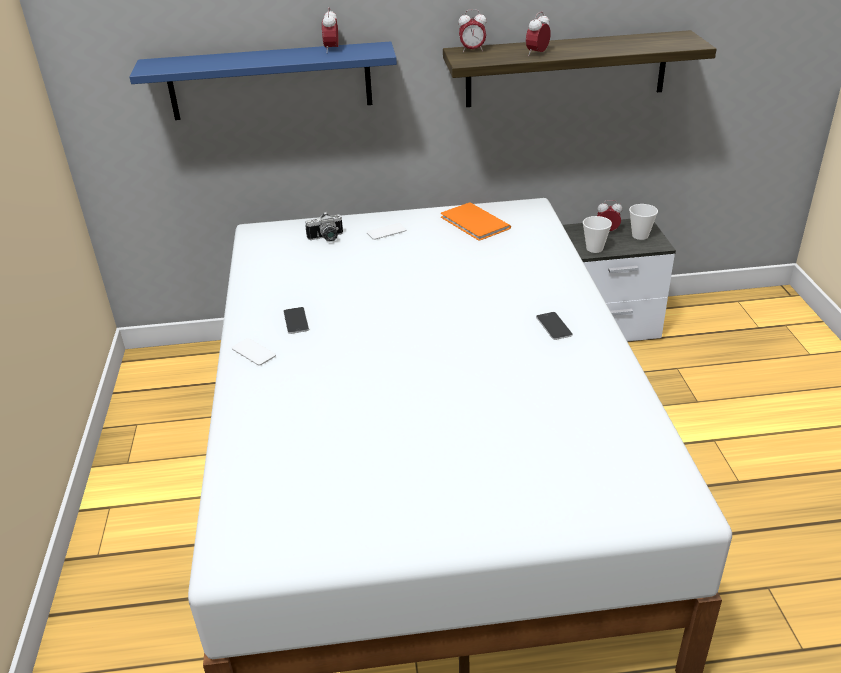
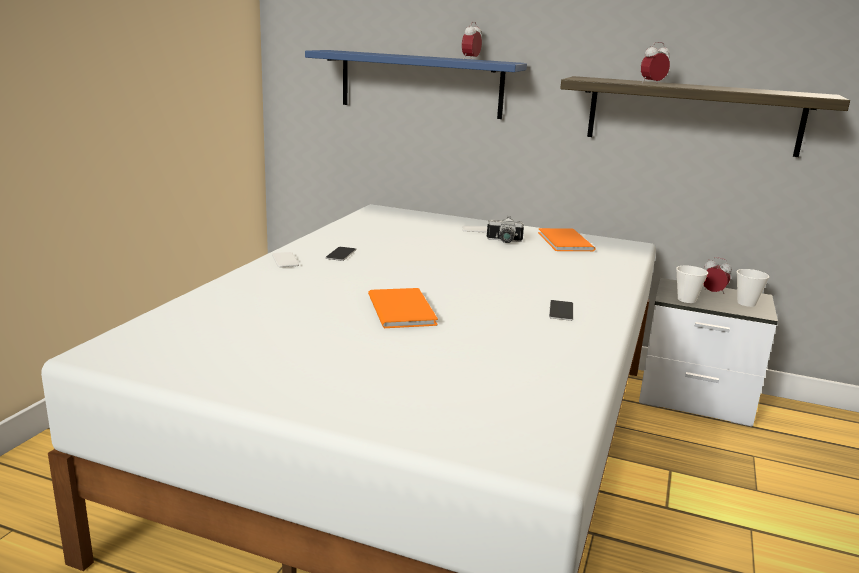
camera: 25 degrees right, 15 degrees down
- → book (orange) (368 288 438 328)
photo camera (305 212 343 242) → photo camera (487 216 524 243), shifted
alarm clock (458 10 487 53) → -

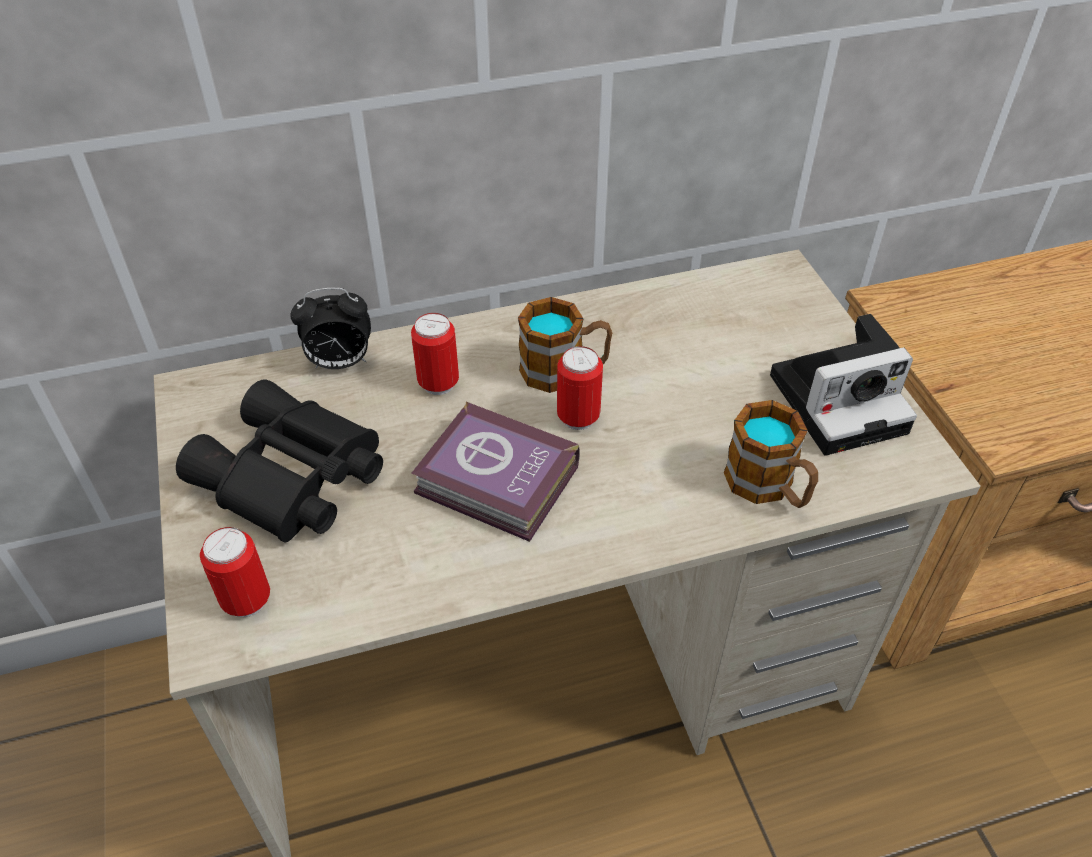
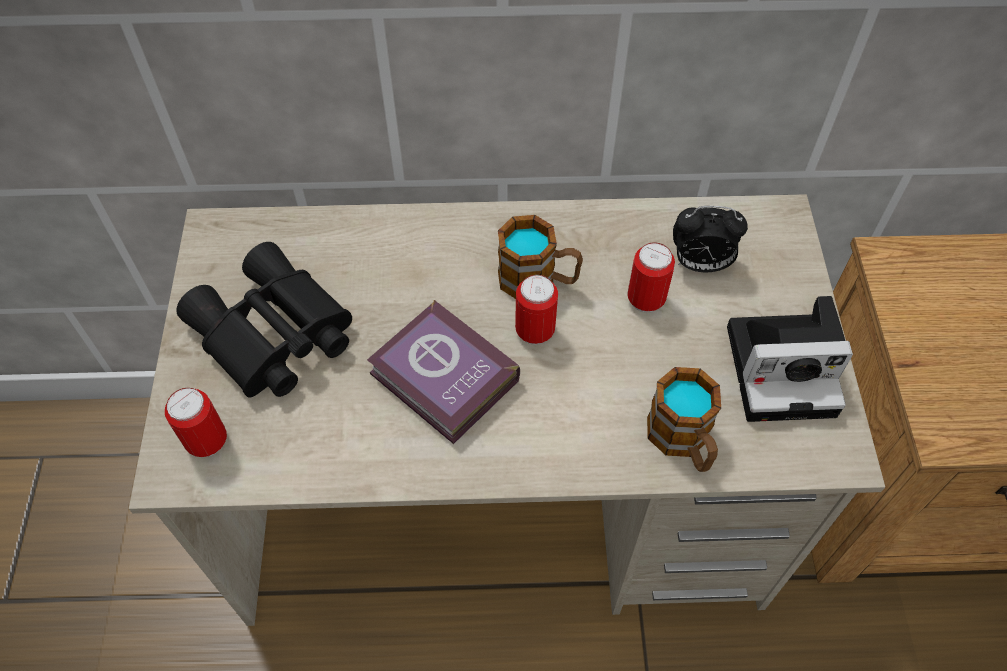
camera: 15 degrees right, 10 degrees up
can (411 313 459 395) → can (627 242 675 312), shifted
alarm clock (290 287 371 369) → alarm clock (673 206 748 272), shifted

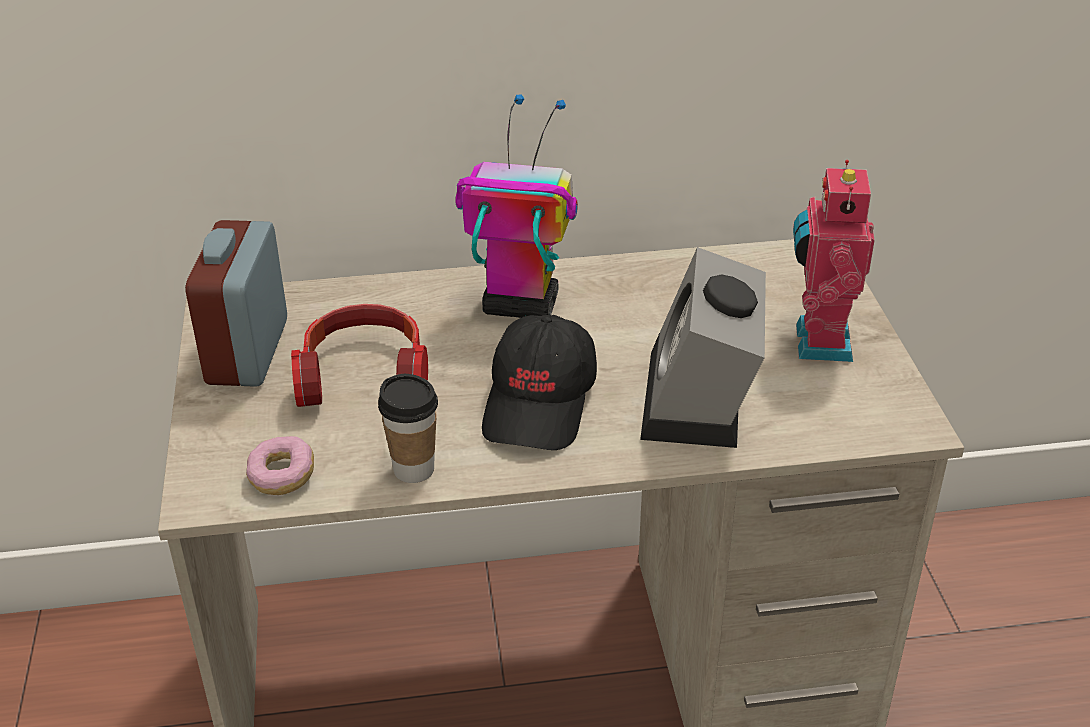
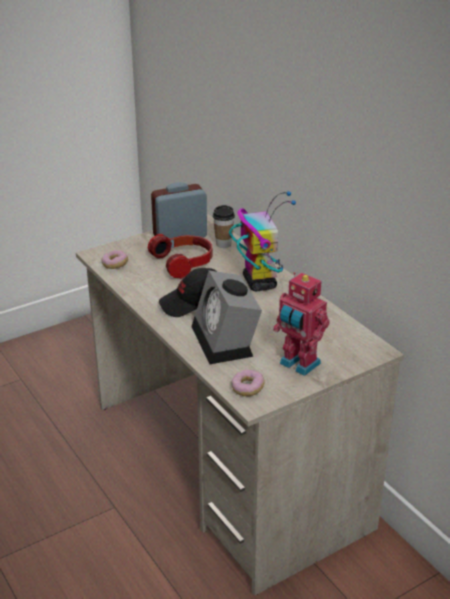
camera: 65 degrees right, 5 degrees down
alarm clock (640 247 766 448) → alarm clock (192 270 262 364), 90 degrees counterclockwise
cup (378 374 438 483) → cup (213 205 235 248), shifted
- → donut (231 370 265 396)
toy robot (793 160 875 362) → toy robot (273 272 330 376), 120 degrees counterclockwise

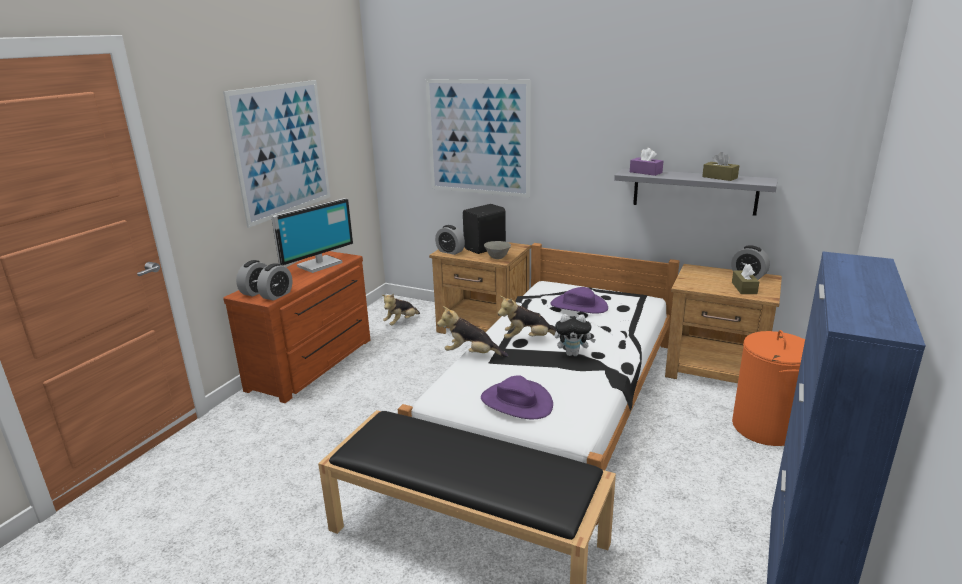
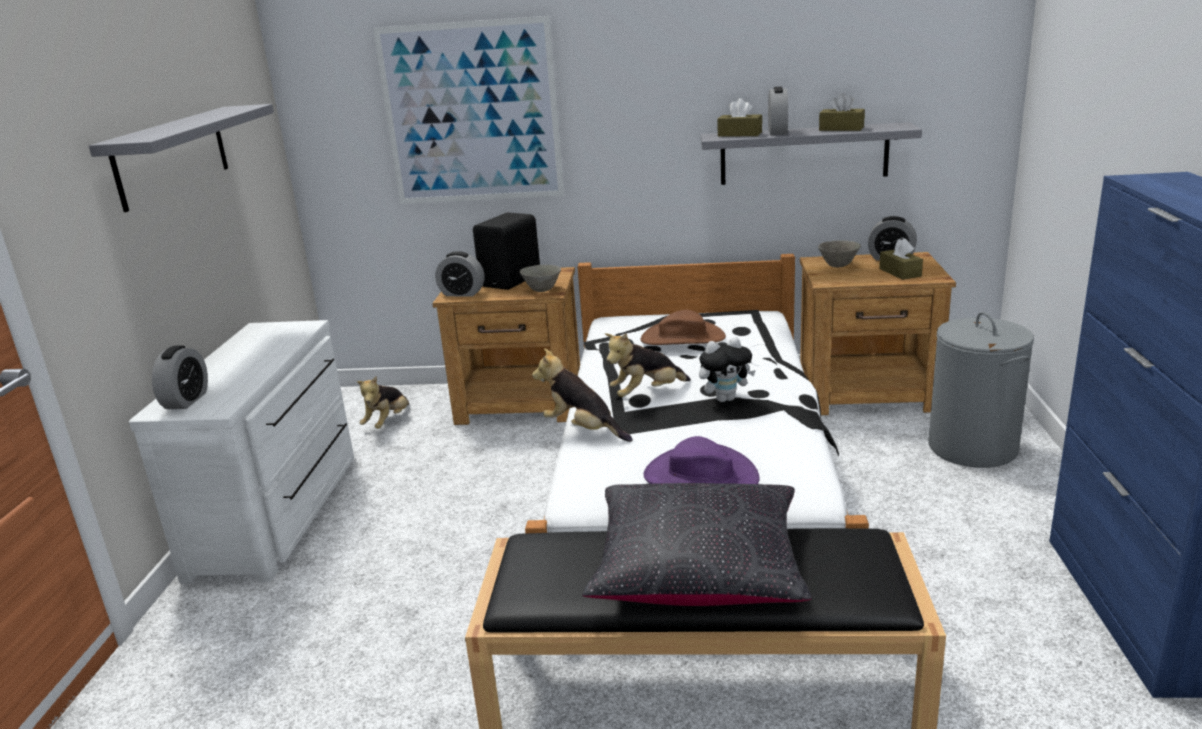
camera: 20 degrees left, 0 degrees up
picture (223 80 330 228) → shelf (grey) (89 104 274 212)
dresser (brown) (223 251 370 403) → dresser (white) (129 320 354 583)
plush toy (437 306 508 357) → plush toy (532 348 633 442), 45 degrees clockwise
- → pillow (black) (582 483 812 606)
hat (purple) (550 287 608 313) → hat (brown) (641 310 726 345)
tissue box (purple) (630 148 663 176) → tissue box (brown) (717 98 762 137)
alarm clock (257 263 293 301) → alarm clock (768 87 788 135), shifted
- → bowl (grey) (818 240 861 267)
laundry basket (orange) (732 330 805 446) → laundry basket (grey) (928 312 1034 468)
monitor (271 198 353 273) → -

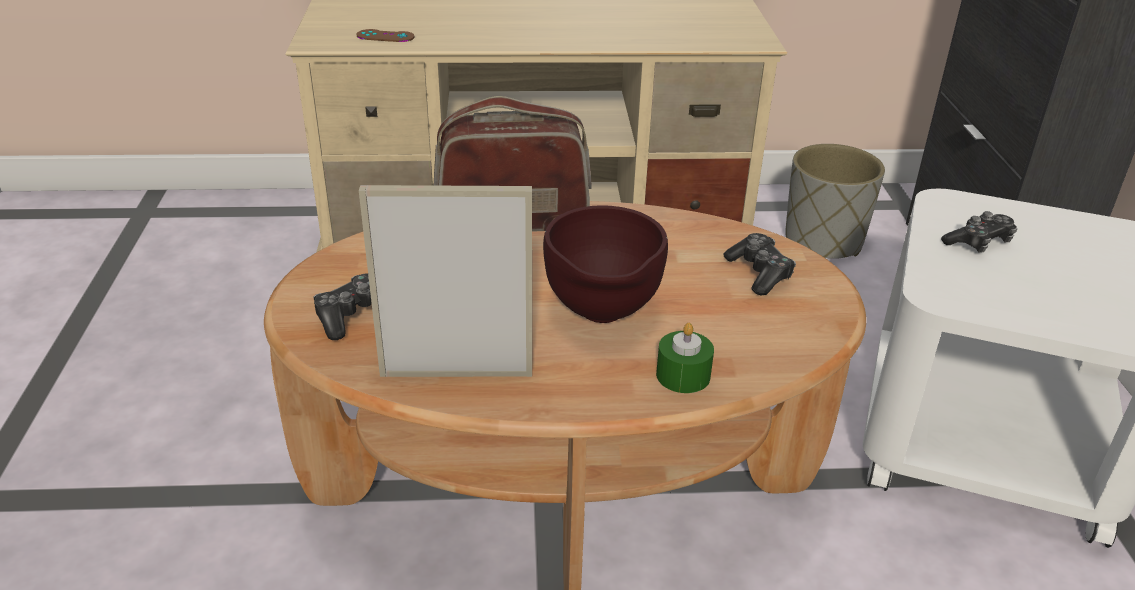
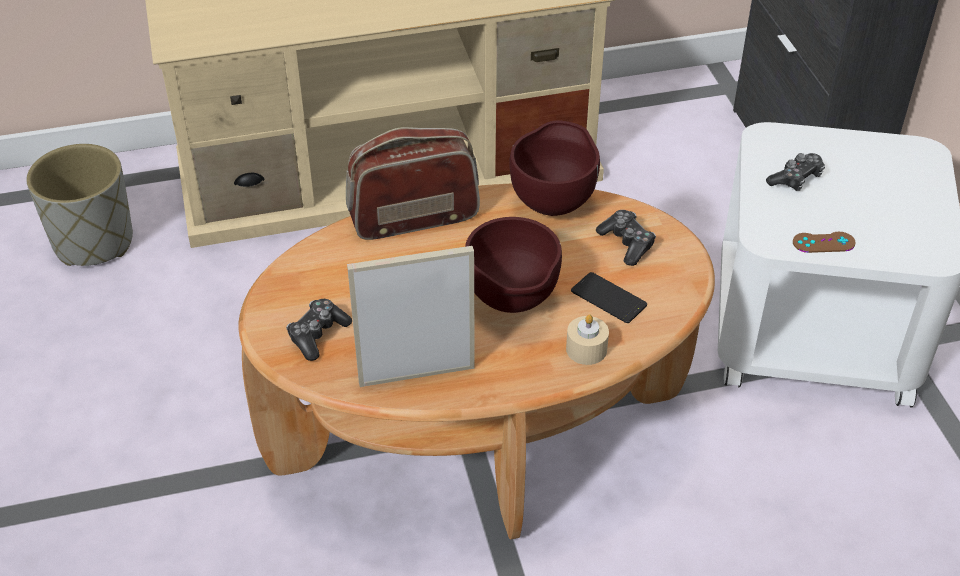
camera: 10 degrees left, 10 degrees up
planter (grey) (785 144 885 259) → planter (grey) (26 144 133 266), shifted
- → bowl (brown) (509 120 600 216)
candle (green) (656 323 714 393) → candle (beige) (566 314 609 365)
- → phone (571 272 647 323)
game controller (brown) (357 29 414 42) → game controller (brown) (793 232 856 253), shifted

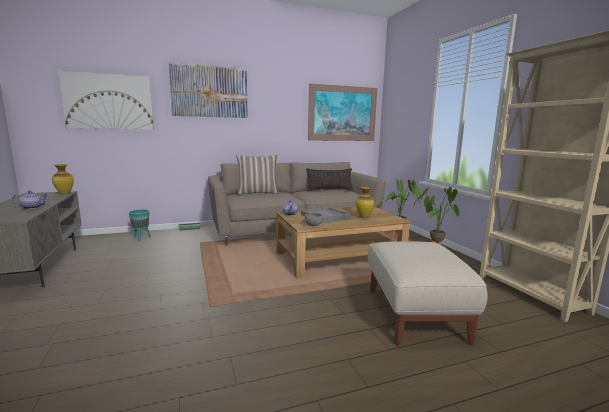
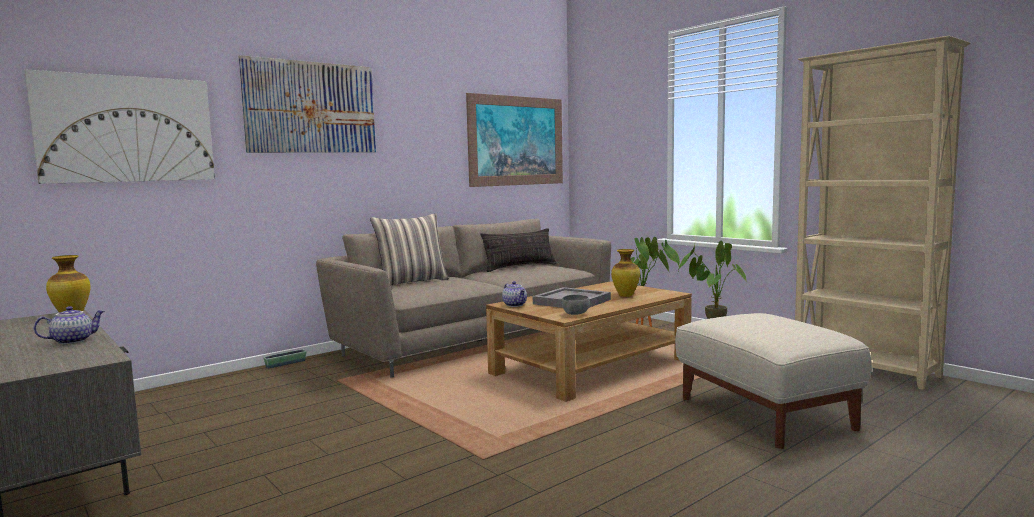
camera: 20 degrees left, 5 degrees down
planter (turquoise) (129 209 151 241) → -

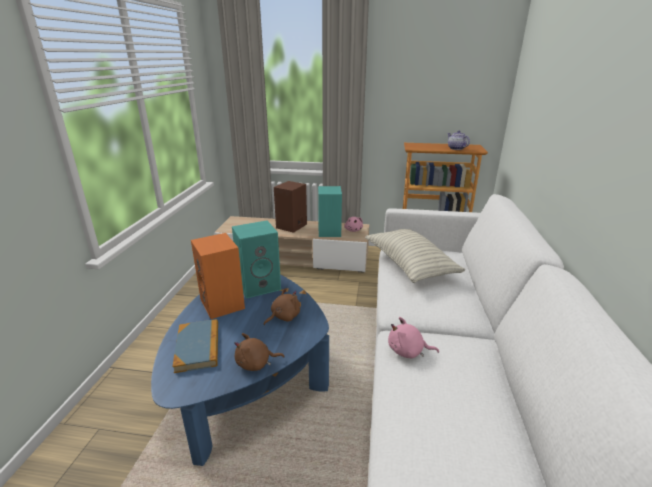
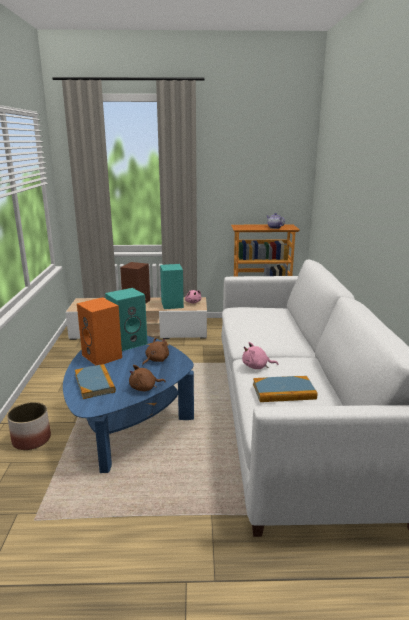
camera: 10 degrees left, 5 degrees down
- → planter (7 402 51 450)
- → book (253 376 317 402)
pillow (365 229 465 283) → -

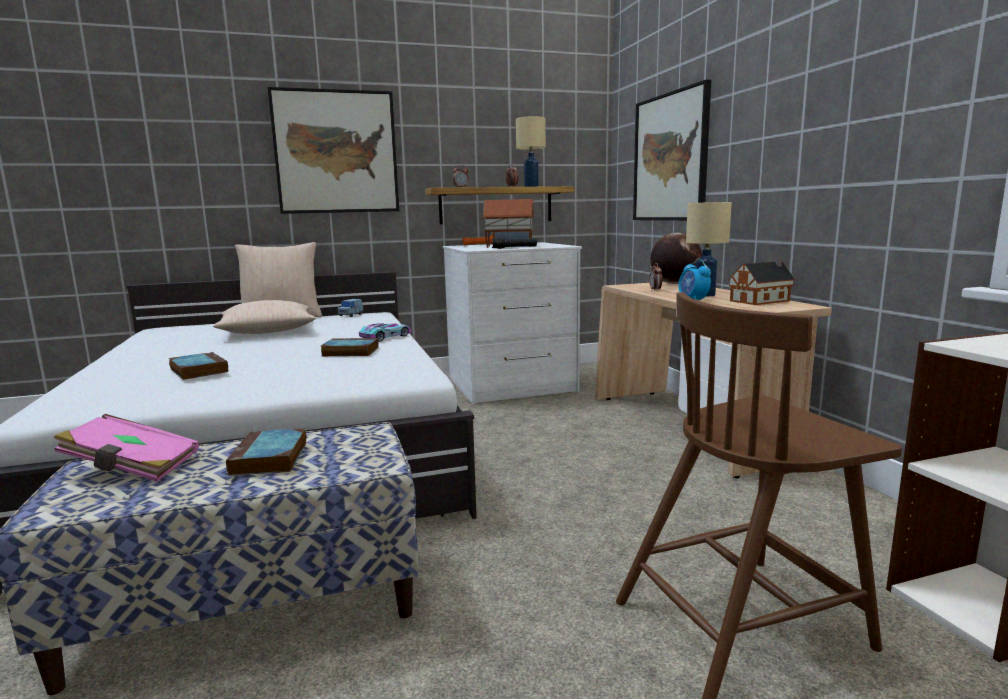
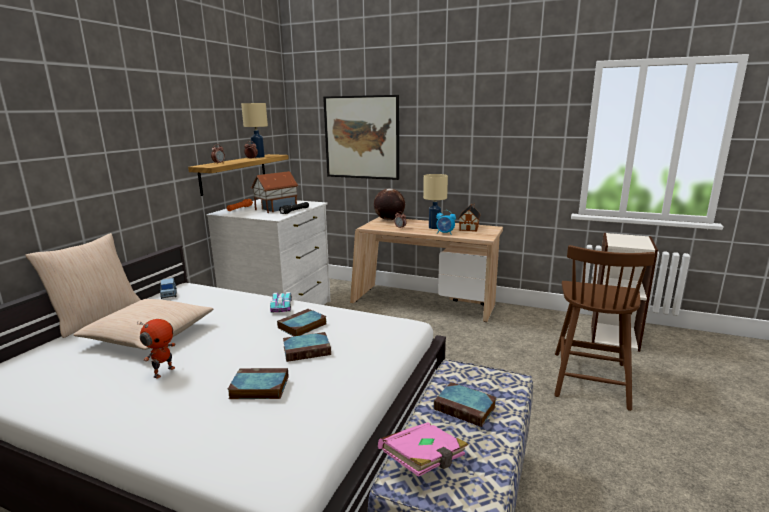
camera: 50 degrees left, 5 degrees up
- → toy robot (137 319 175 378)
- → book (283 332 331 362)
picture (268 87 399 214) → -

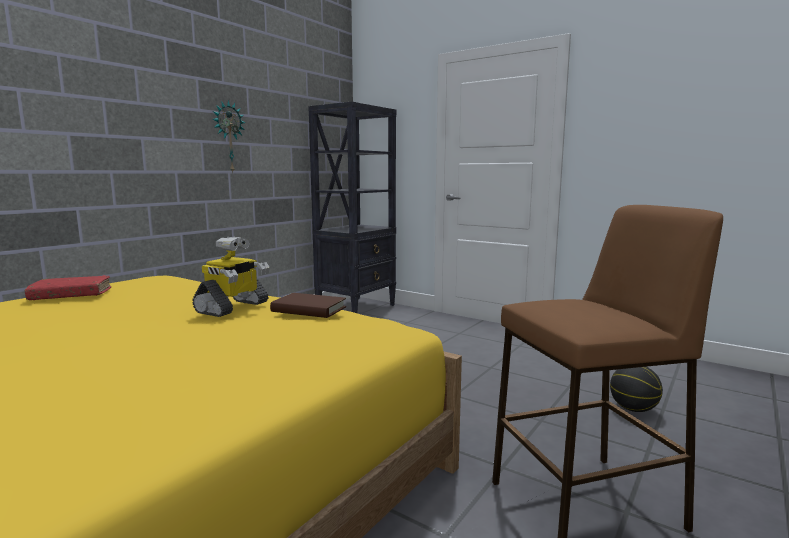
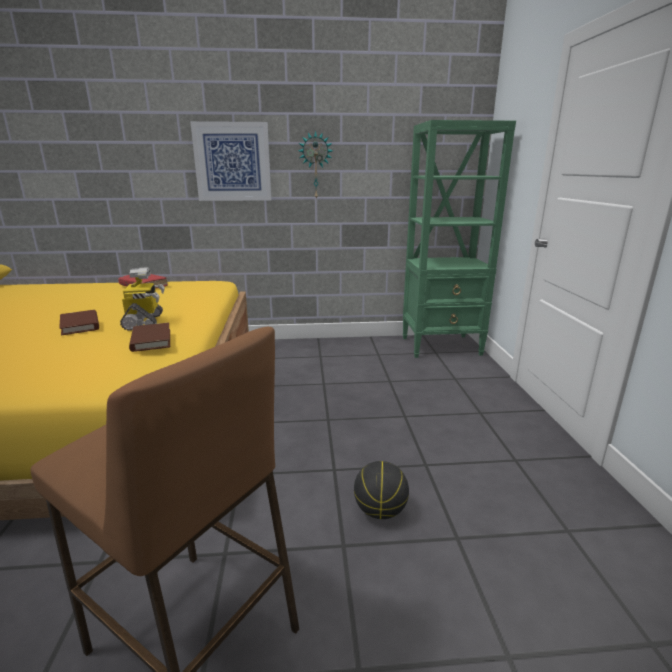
camera: 50 degrees right, 10 degrees up
- → book (brown) (59 310 99 335)
toy robot (192 237 270 317) → toy robot (120 267 165 331), 90 degrees counterclockwise
- → picture (190 121 271 201)
basketball (610 367 663 412) → basketball (354 461 409 519), shifted
bookcase (black) (308 102 396 313) → bookcase (green) (403 120 516 358)

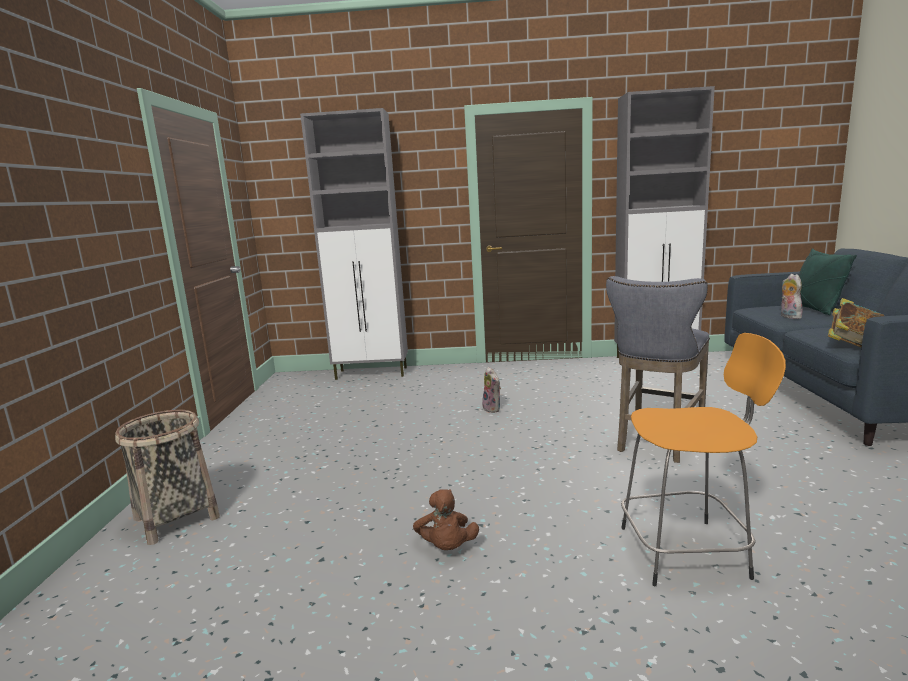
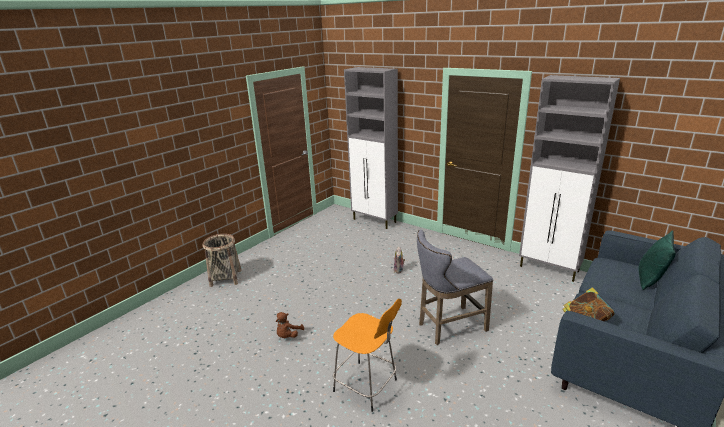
camera: 35 degrees right, 10 degrees up
plush toy (781 274 803 319) → -

